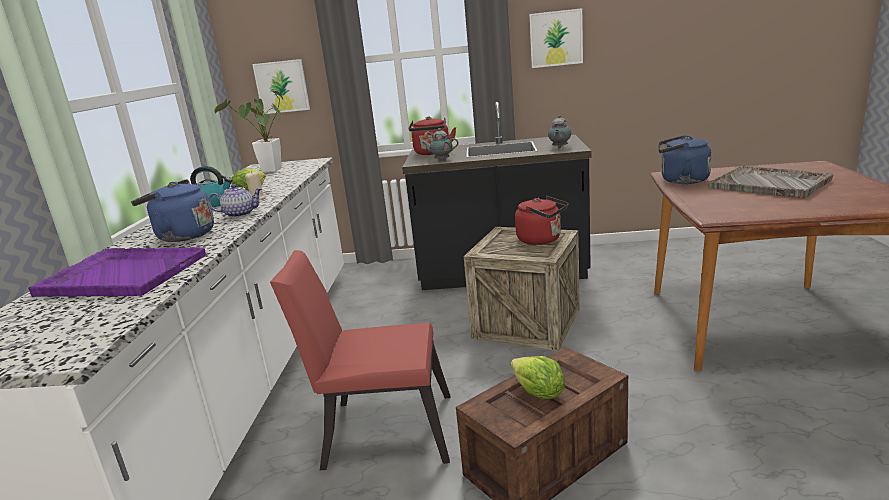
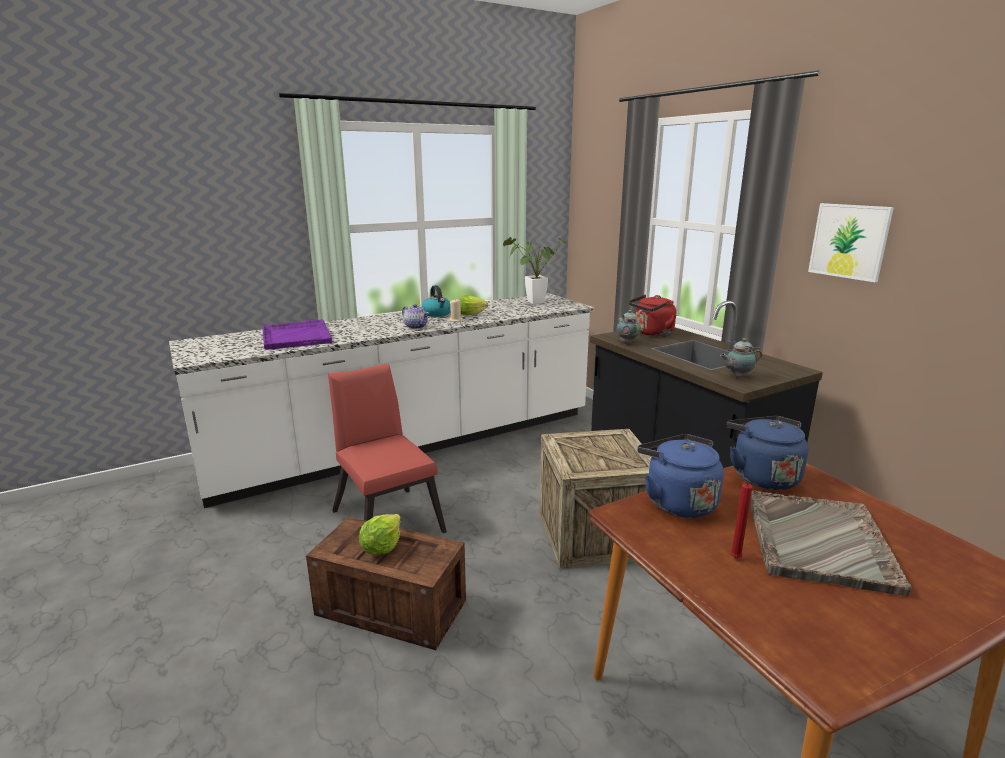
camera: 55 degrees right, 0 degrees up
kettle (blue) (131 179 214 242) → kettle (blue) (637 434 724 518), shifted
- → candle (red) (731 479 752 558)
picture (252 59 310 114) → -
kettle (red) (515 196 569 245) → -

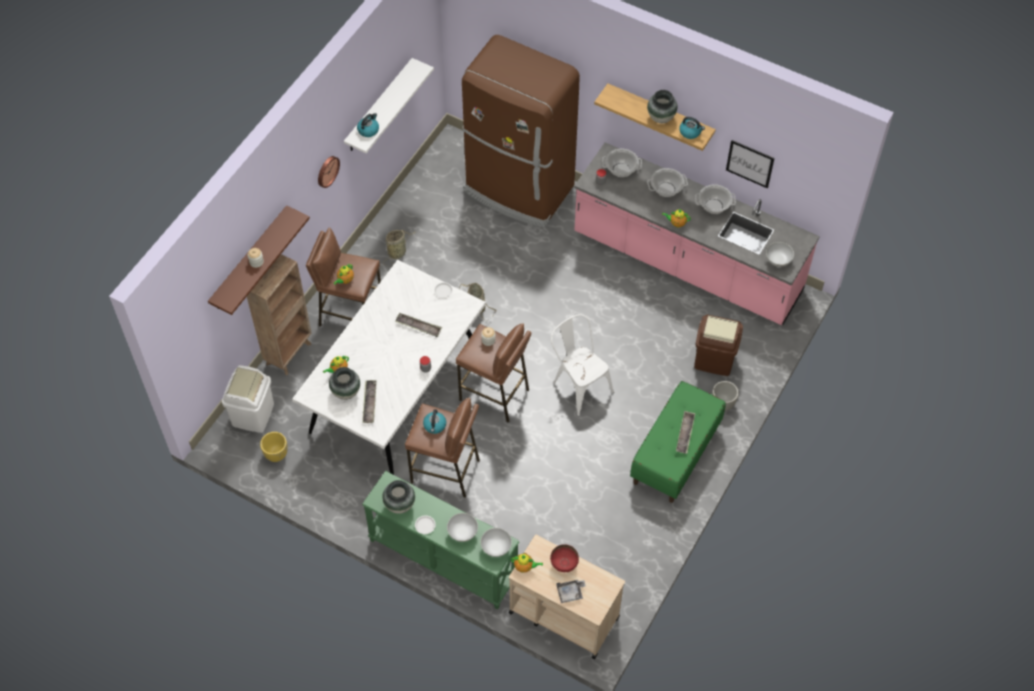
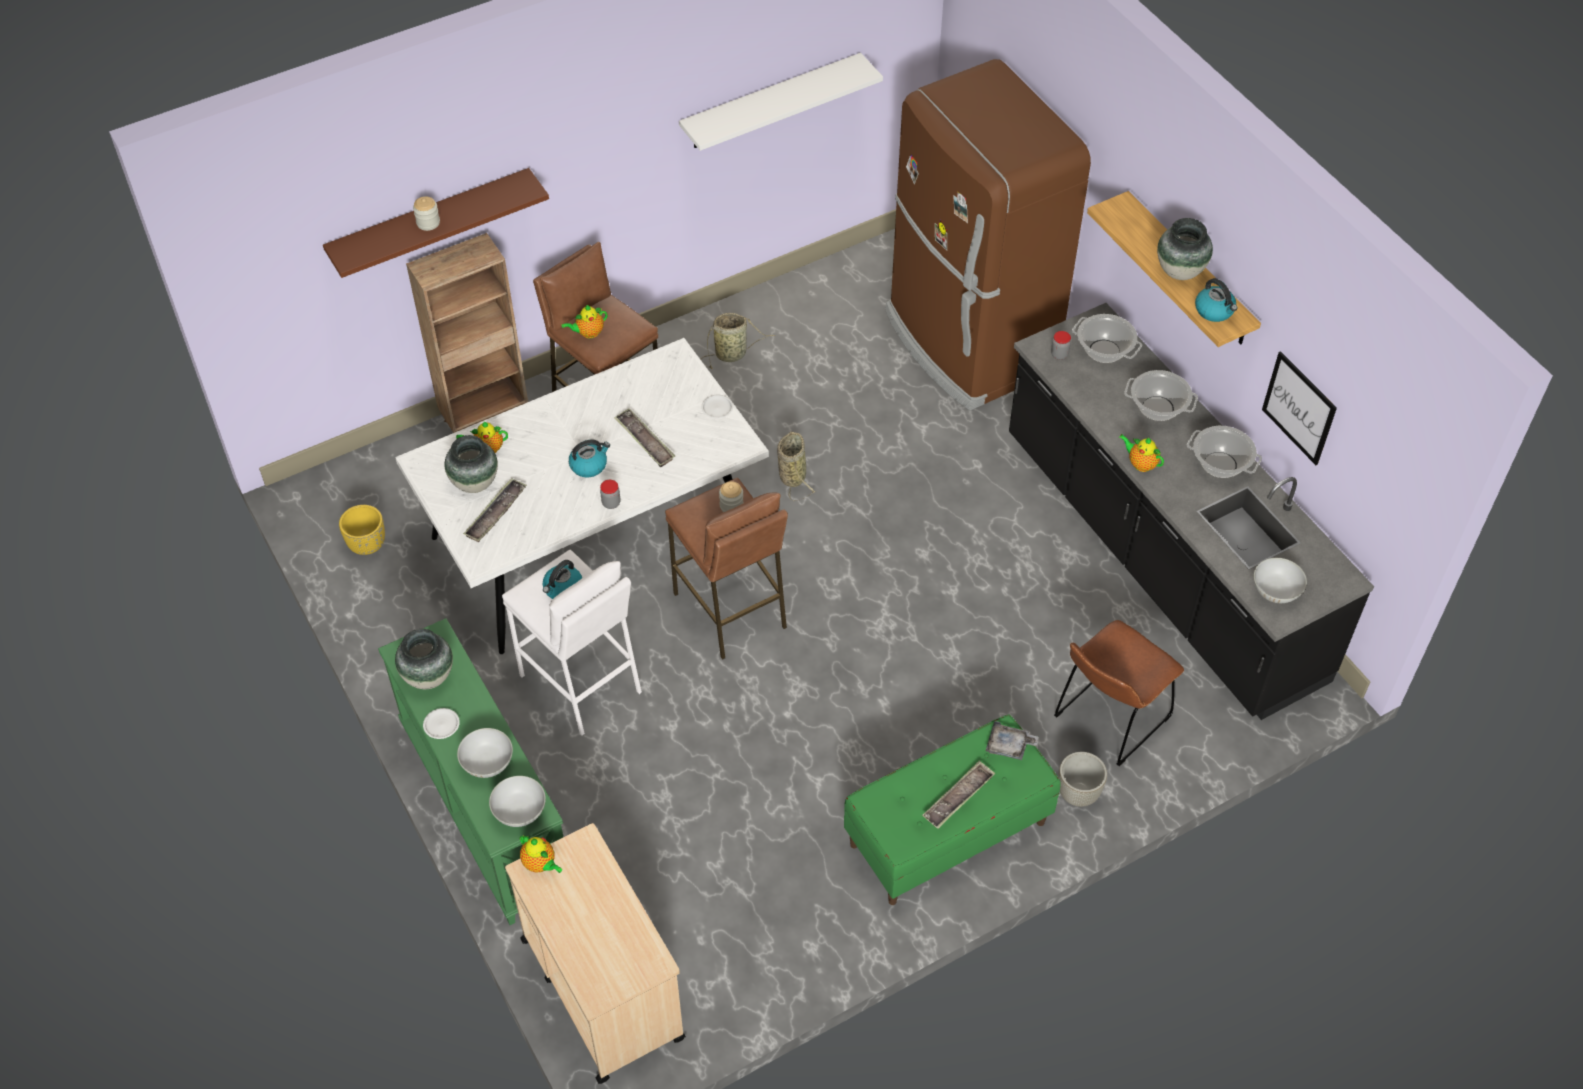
camera: 30 degrees right, 5 degrees down
stool (brown) (405 398 480 498) → stool (white) (502 550 642 736)
kettle (357 113 379 137) → kettle (569 439 610 477), shifted
tray (grey) (556 580 586 603) → tray (grey) (986 721 1039 760), shifted
counter (pink) (574 142 820 325) → counter (black) (1009 303 1374 720)
trash can (brown) (694 314 743 376) → chair (brown) (1054 620 1184 766)
trash can (white) (222 365 274 433) → -
wall clock (318 156 340 188) → -
bowl (red) (550 544 579 572) → -
chair (white) (551 314 614 416) → -

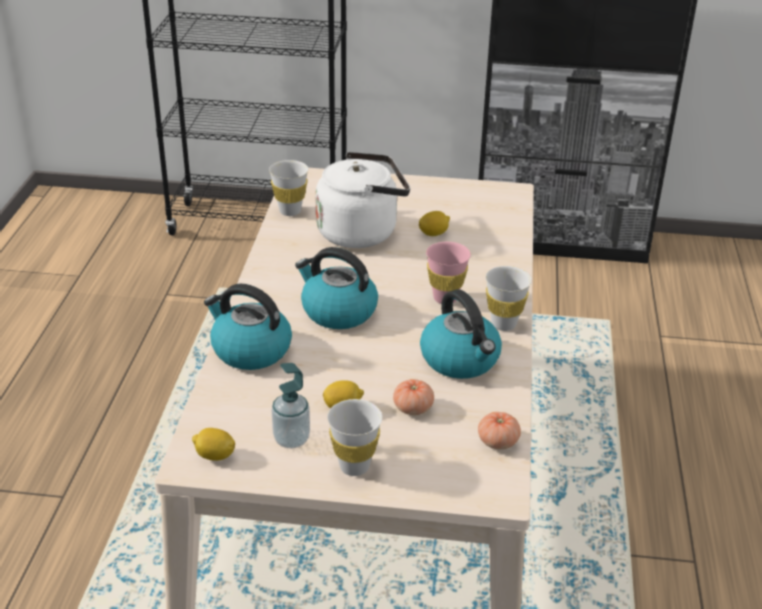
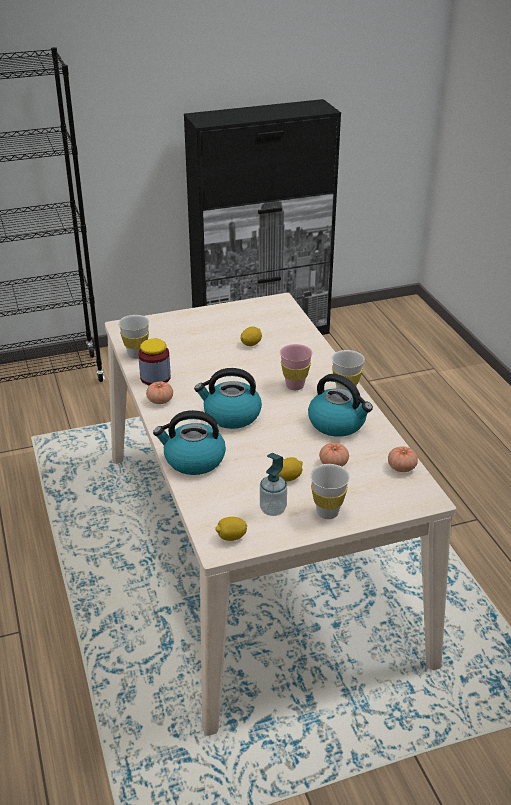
camera: 25 degrees left, 0 degrees up
- → jar (138 339 171 386)
- → tomato (146 381 173 404)
kettle (white) (315 152 410 248) → -

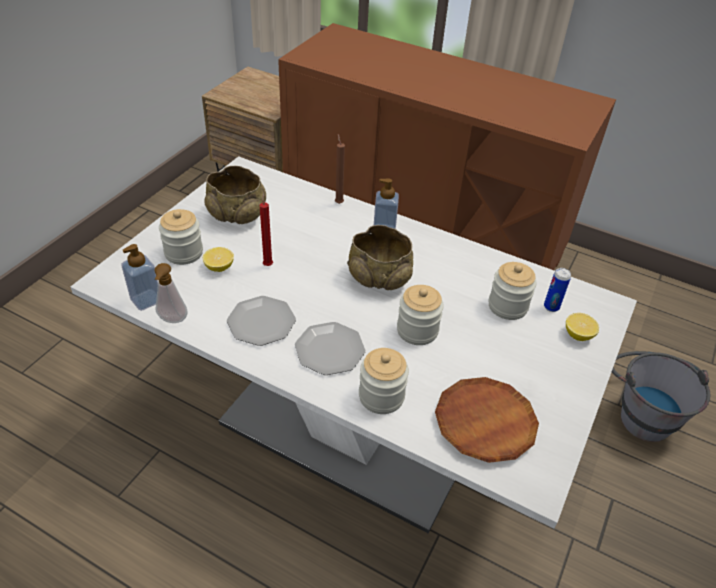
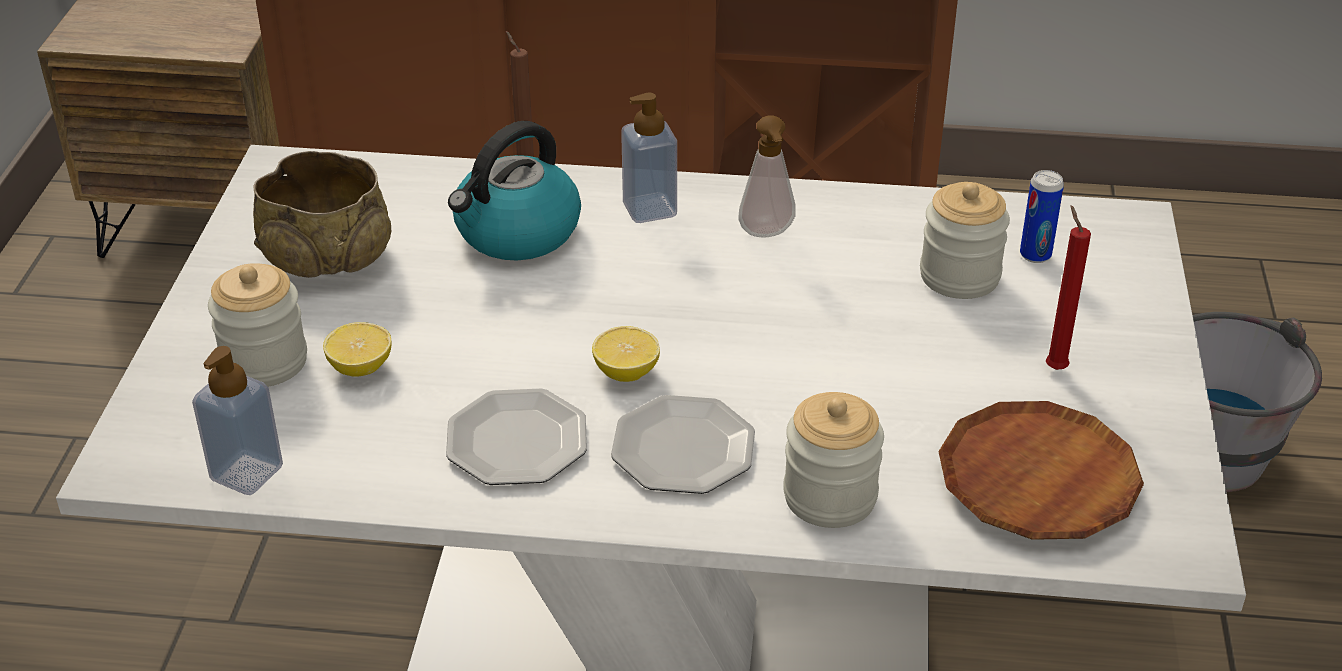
camera: 20 degrees left, 5 degrees down
- → kettle (448 121 581 260)
lemon (566 313 599 341) → lemon (592 326 660 382), shifted
soap dispenser (154 263 187 323) → soap dispenser (738 115 796 238), shifted
candle (red) (260 192 273 266) → candle (red) (1046 205 1091 370), shifted
bowl (beige) (347 225 413 290) → -
jar (397 285 444 345) → -

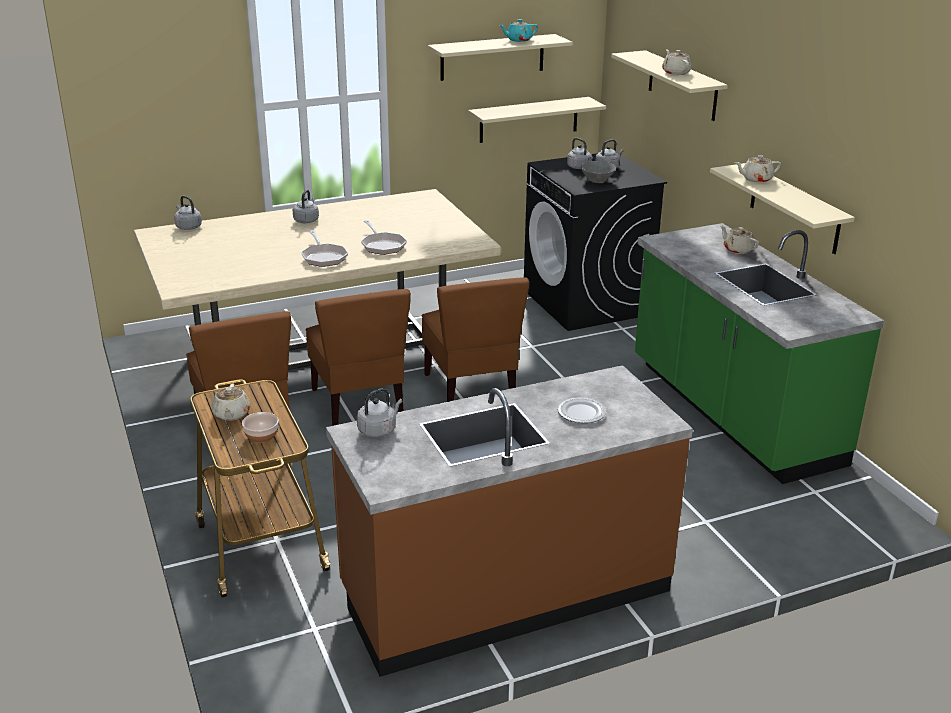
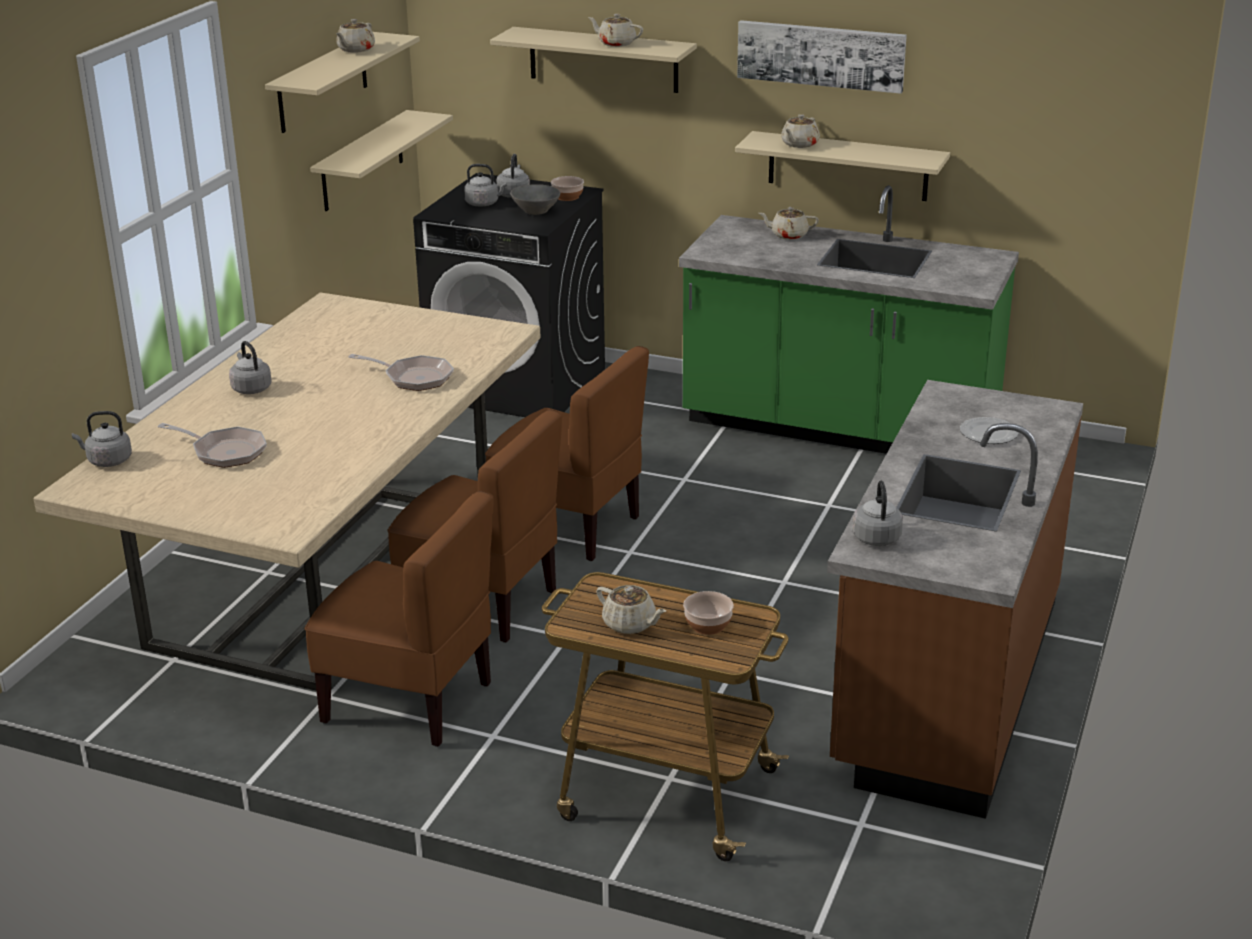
camera: 45 degrees left, 0 degrees up
frying pan (301 230 348 267) → frying pan (158 423 267 468), shifted
teapot (turquoise) (499 19 538 42) → teapot (beige) (336 19 375 53)
- → bowl (551 176 584 201)
- → picture (737 20 907 94)

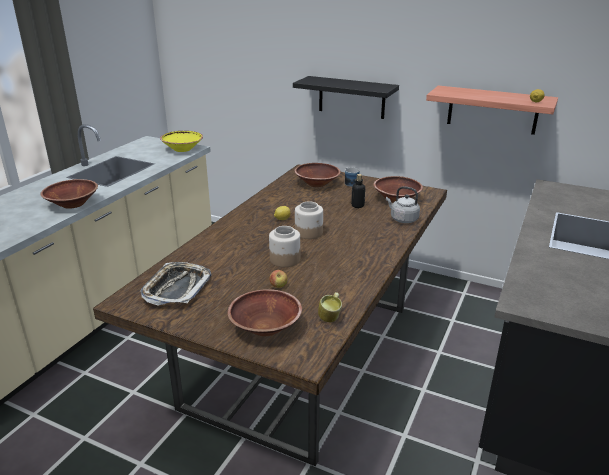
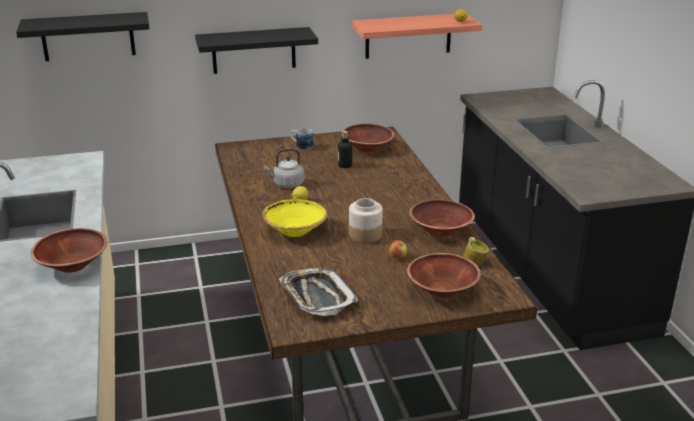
camera: 40 degrees left, 0 degrees up
- → shelf (black) (16 12 150 61)
bowl (yellow) (160 131 203 152) → bowl (yellow) (262 199 327 237), shifted
kettle (grey) (386 186 420 223) → kettle (grey) (264 148 304 188), shifted
bowl (brown) (294 163 340 187) → bowl (brown) (409 199 475 237), shifted
jar (295 201 323 239) → -

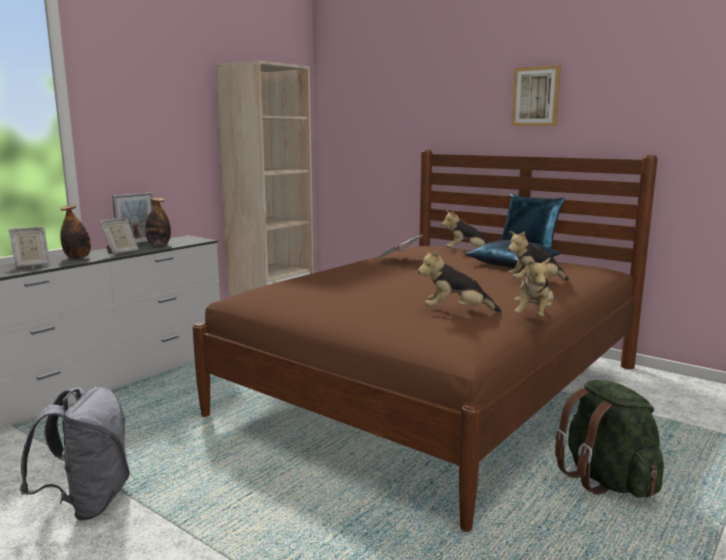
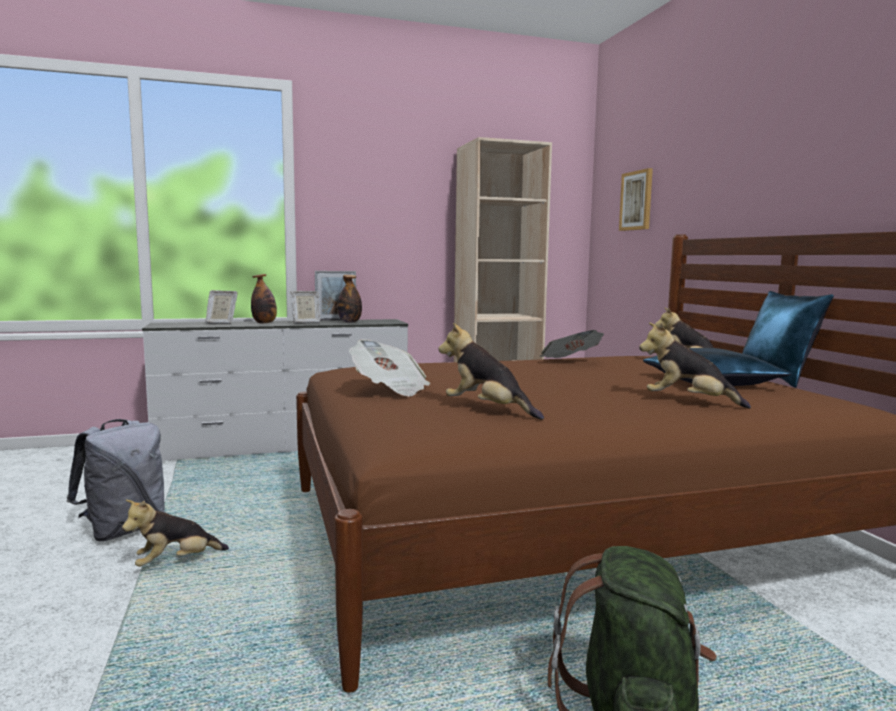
camera: 35 degrees right, 5 degrees down
plush toy (514 257 554 317) → plush toy (122 500 229 567), shifted
- → newspaper (349 339 431 397)
picture (511 65 561 126) → picture (619 168 653 231), shifted

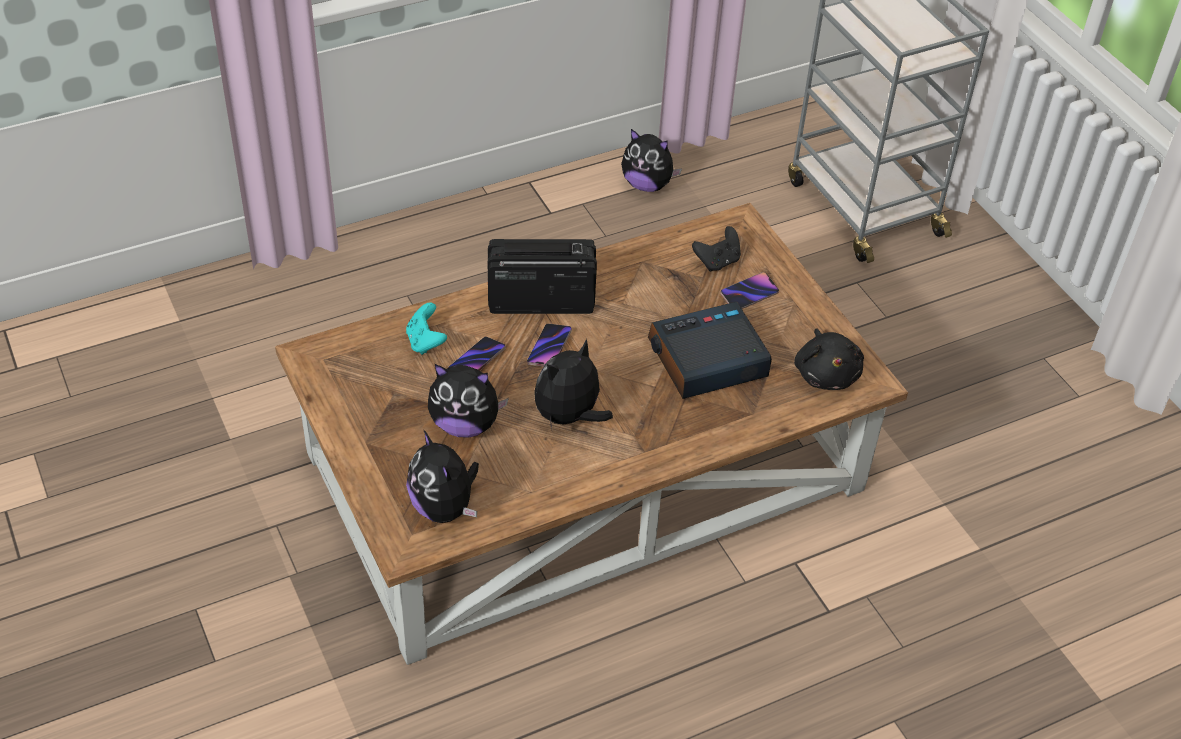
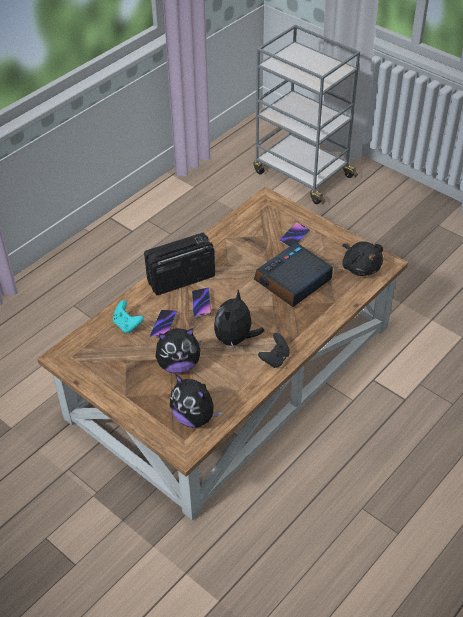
camera: 20 degrees left, 0 degrees up
game controller (black) (692 226 741 272) → game controller (black) (258 333 290 368), shifted
plush toy (621 129 682 192) → -

